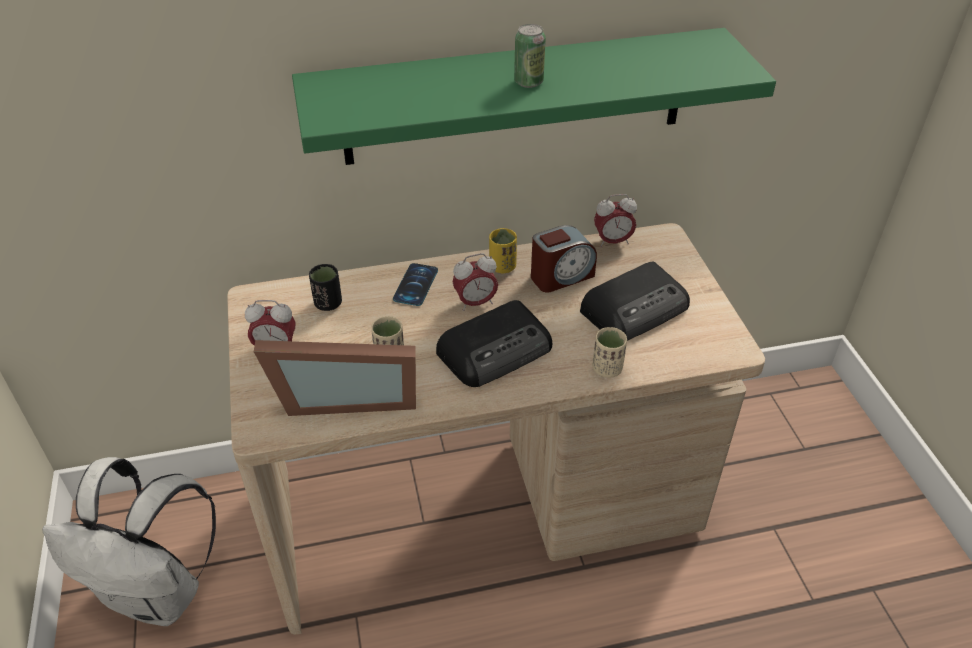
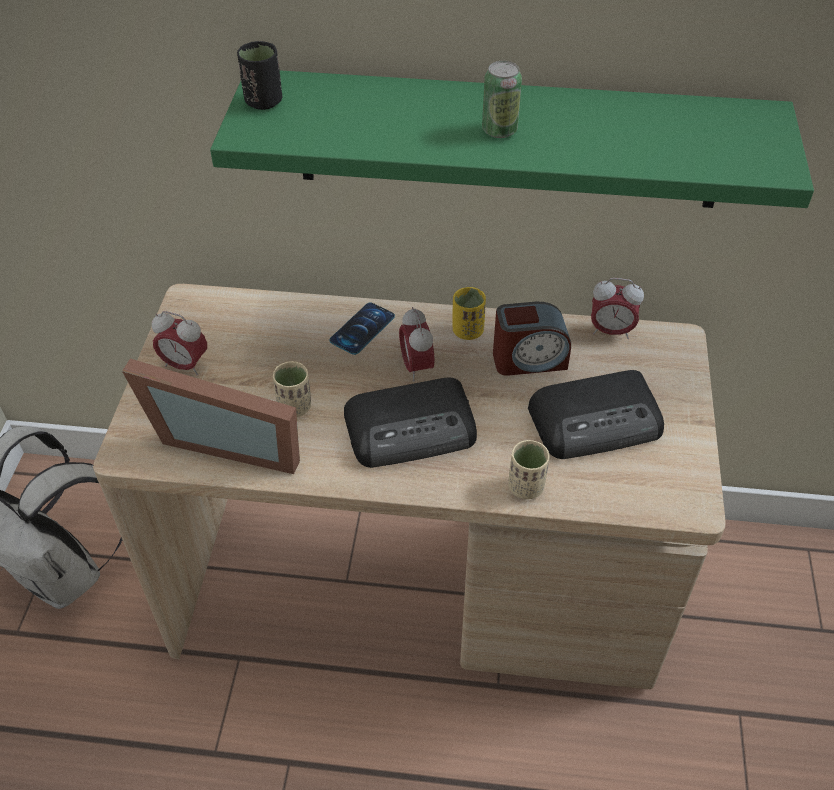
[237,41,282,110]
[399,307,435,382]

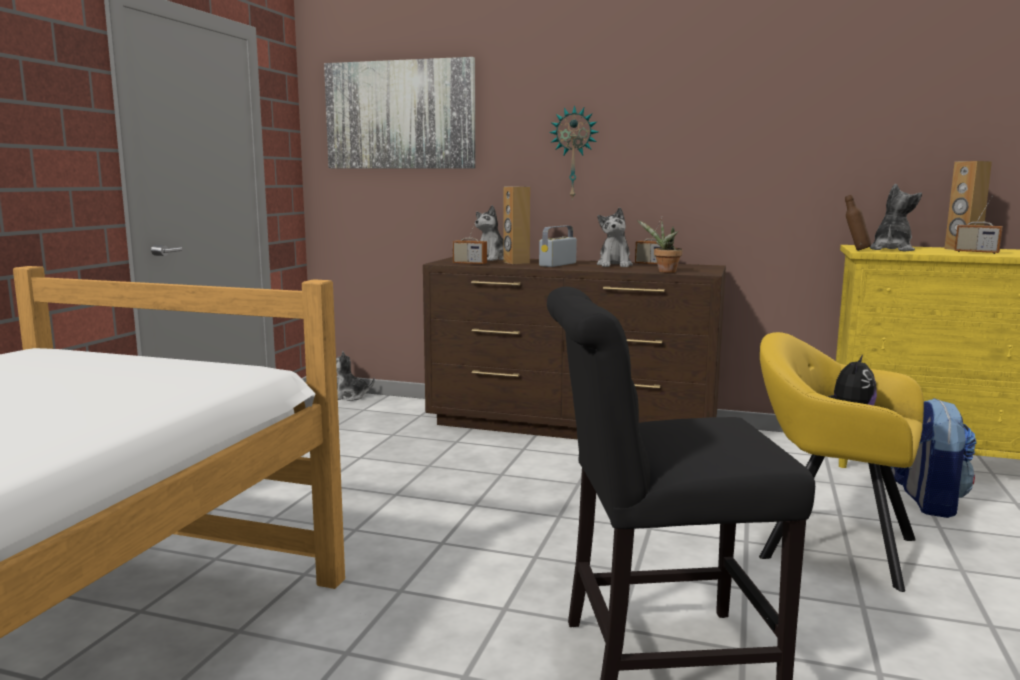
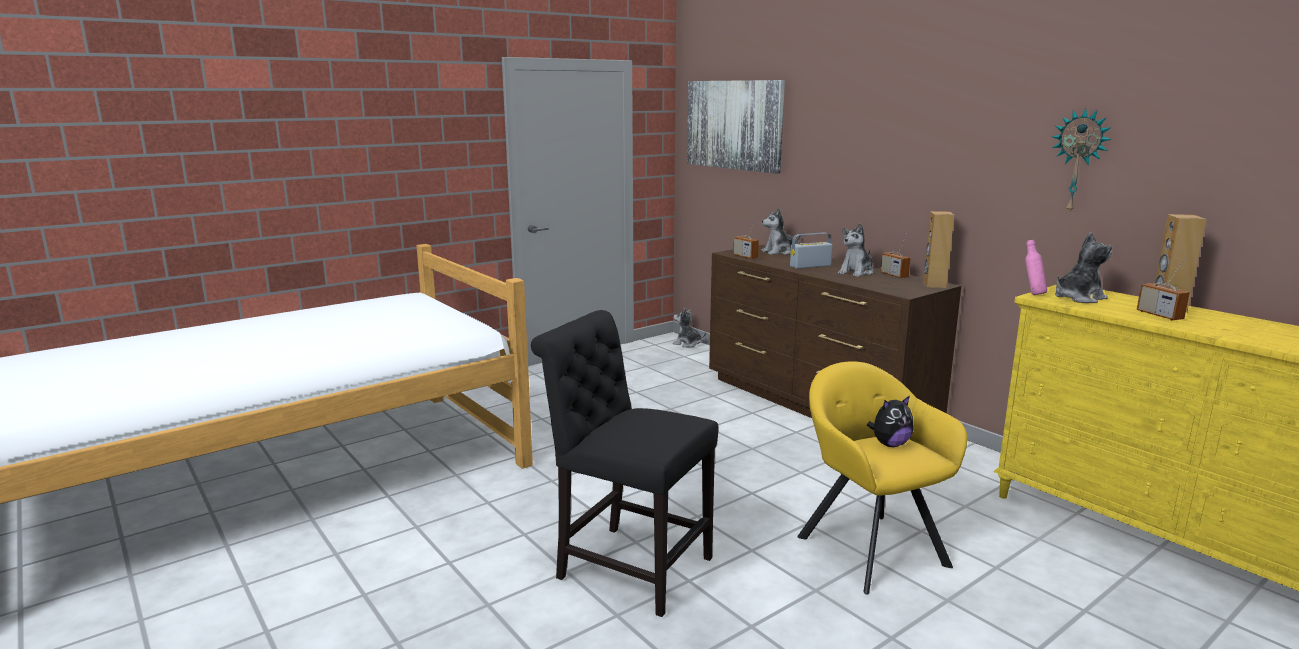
[923,211,954,288]
[1052,108,1112,214]
[637,220,682,273] (first image)
[1025,240,1047,295]
[891,398,977,518] (first image)

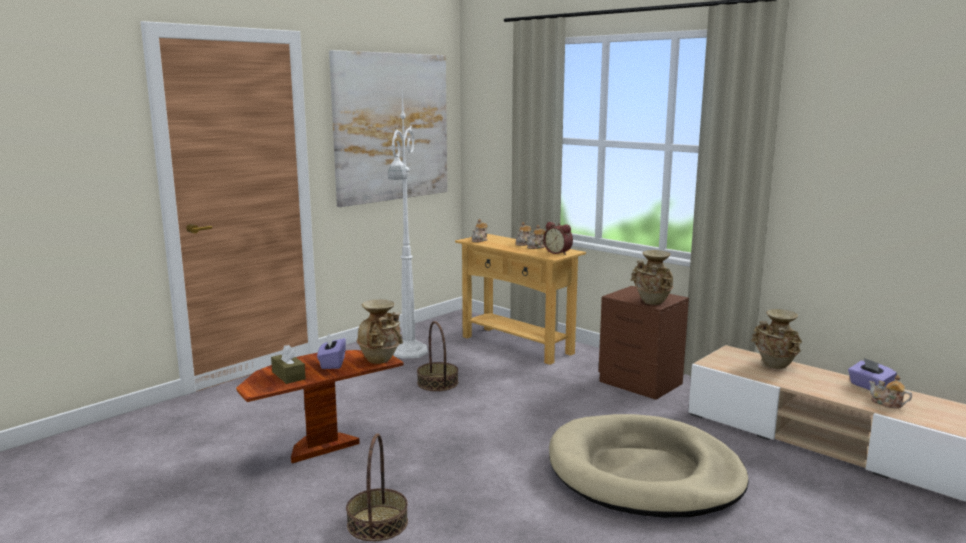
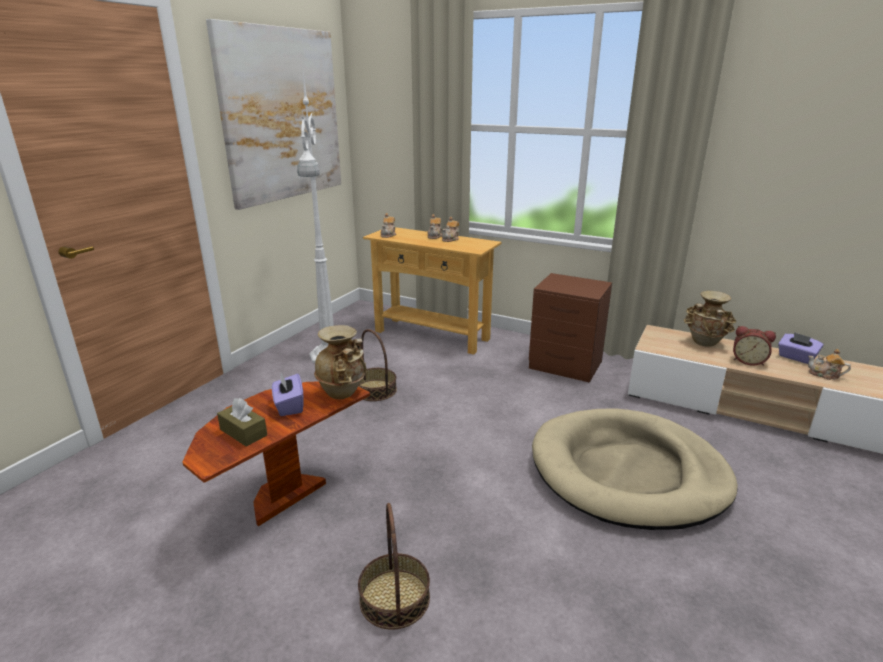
[733,326,776,366]
[630,250,673,305] (first image)

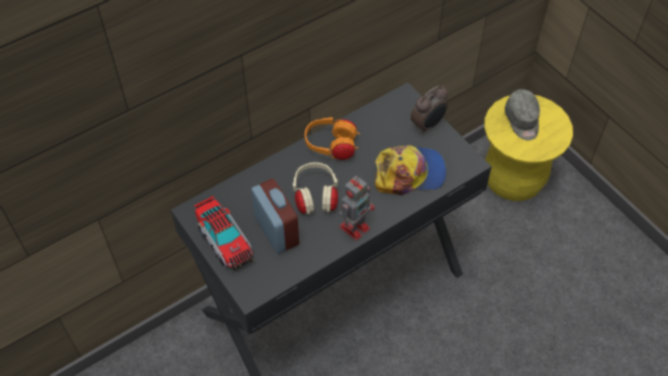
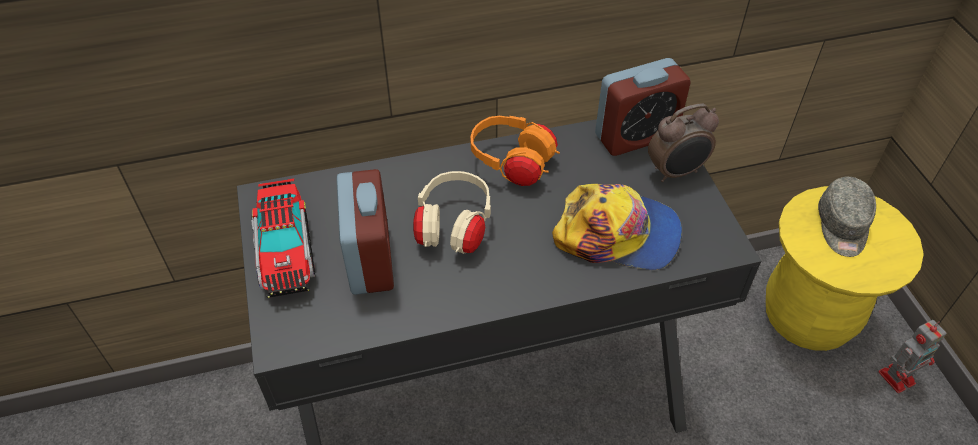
[878,320,947,393]
[595,58,691,156]

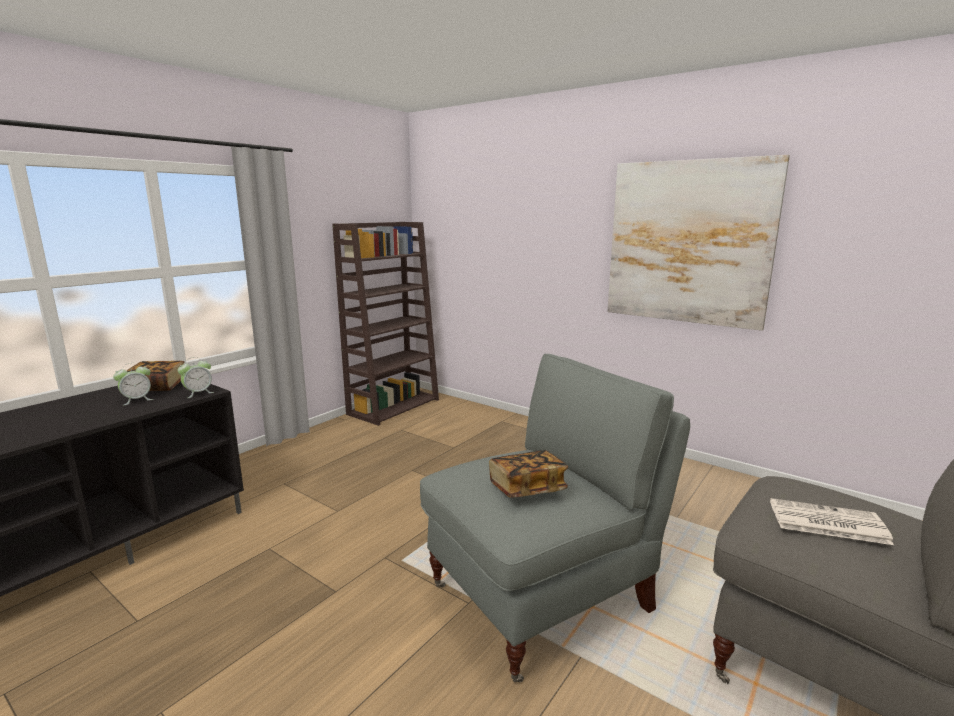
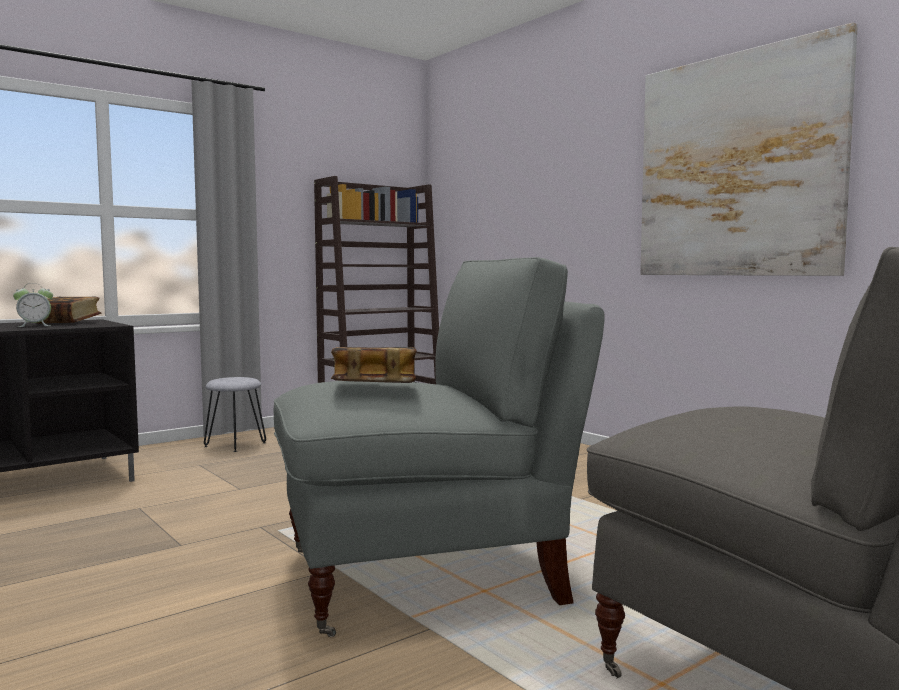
[177,357,214,398] (first image)
[770,498,894,545] (first image)
[204,377,266,452]

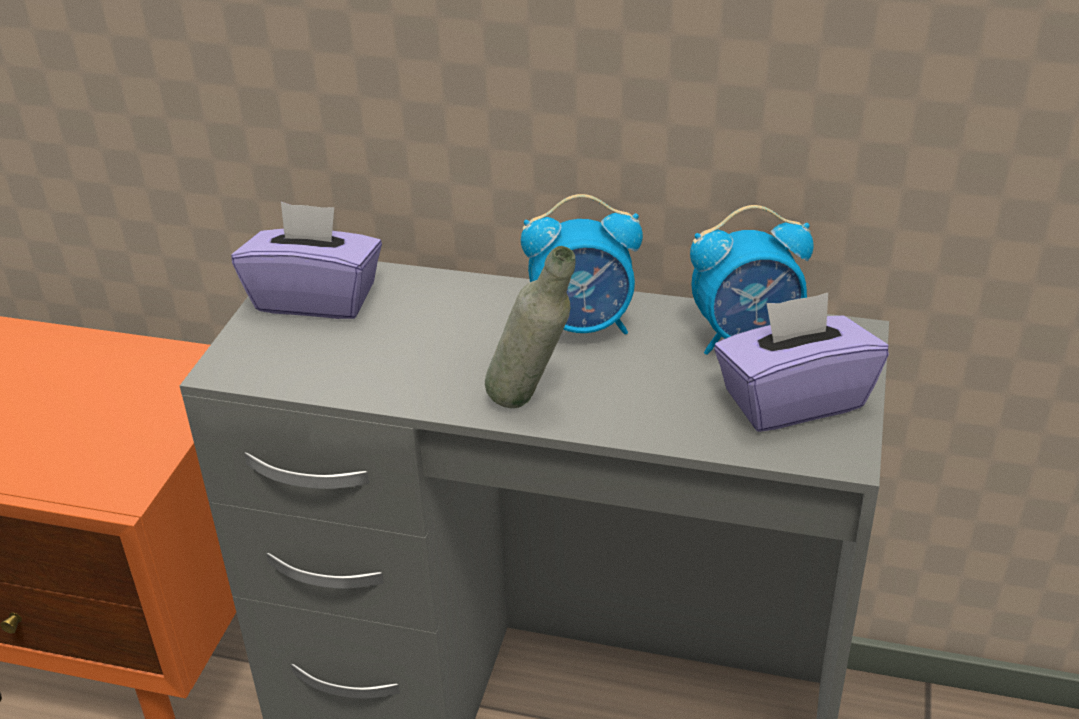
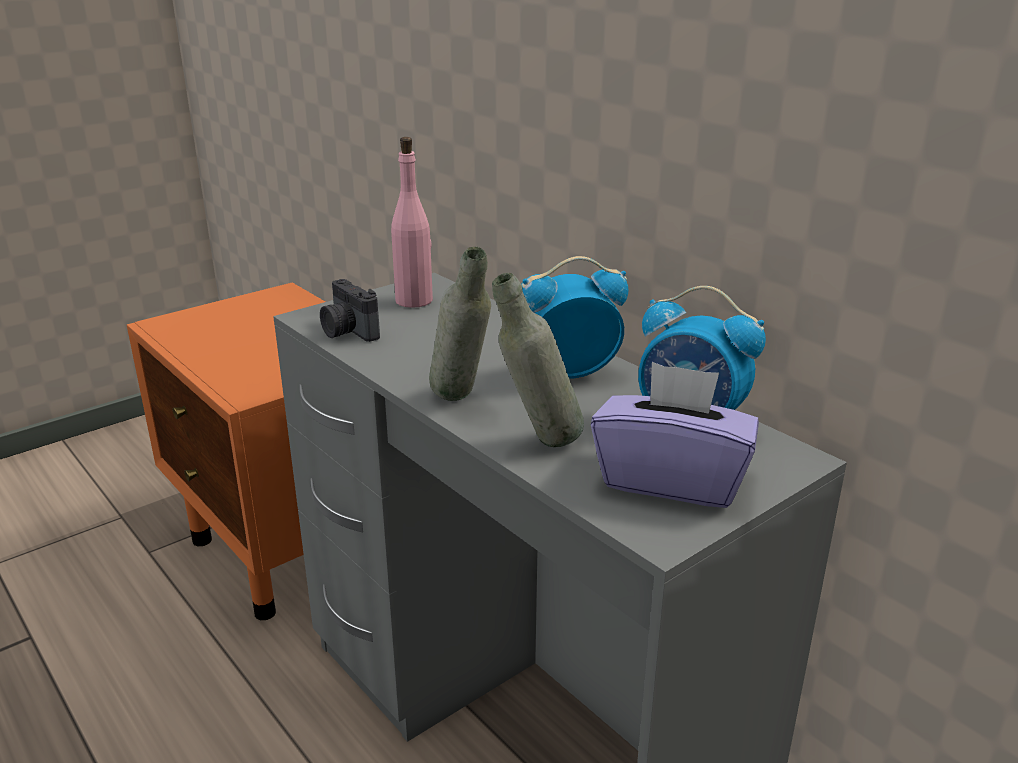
[391,137,433,308]
[521,256,629,379]
[320,279,380,342]
[492,273,584,447]

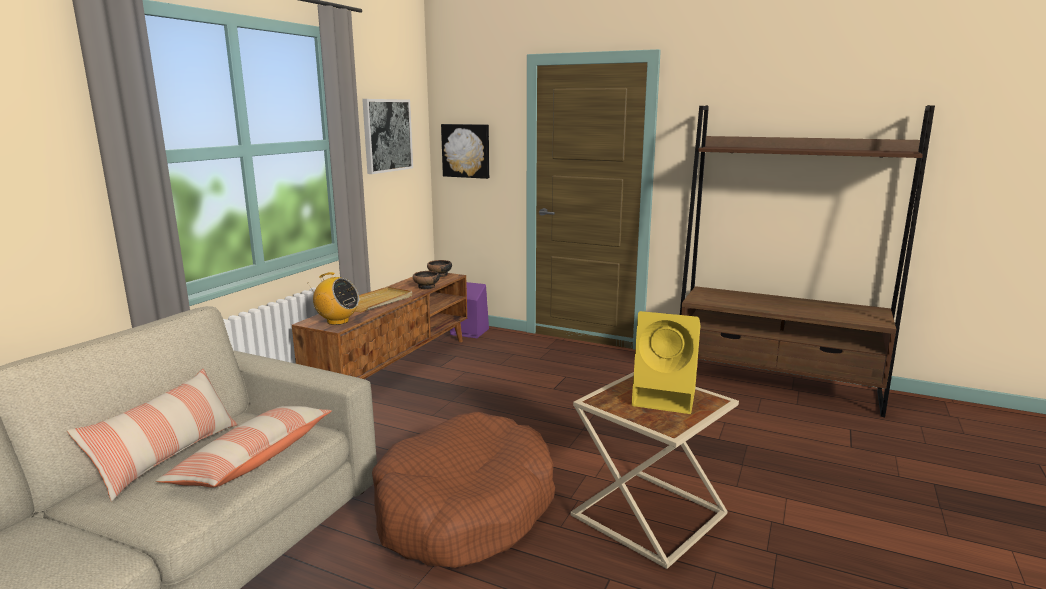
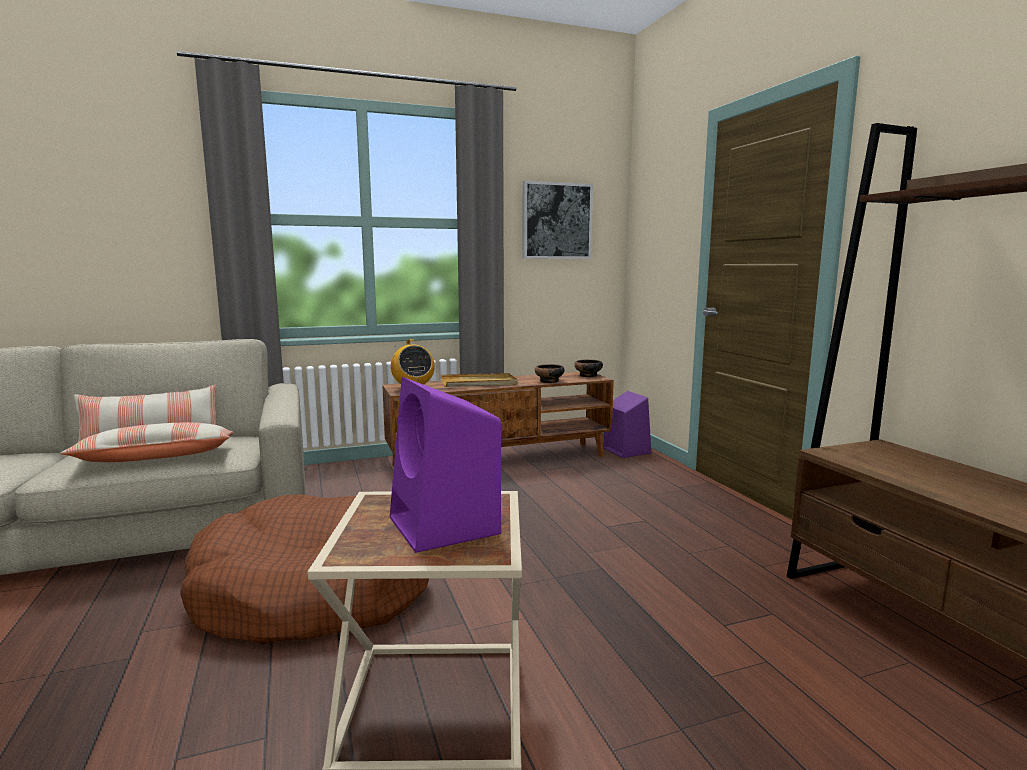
[441,124,489,179] (first image)
[390,377,501,553]

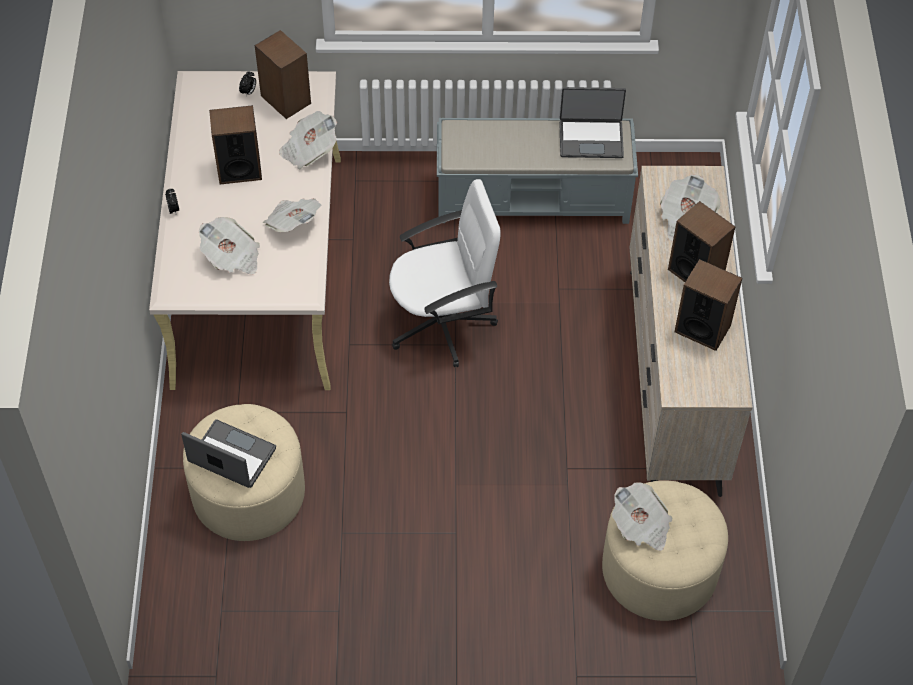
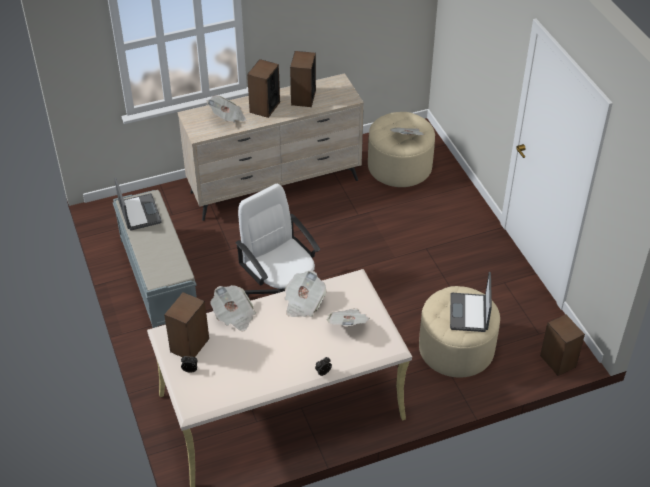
[540,314,585,376]

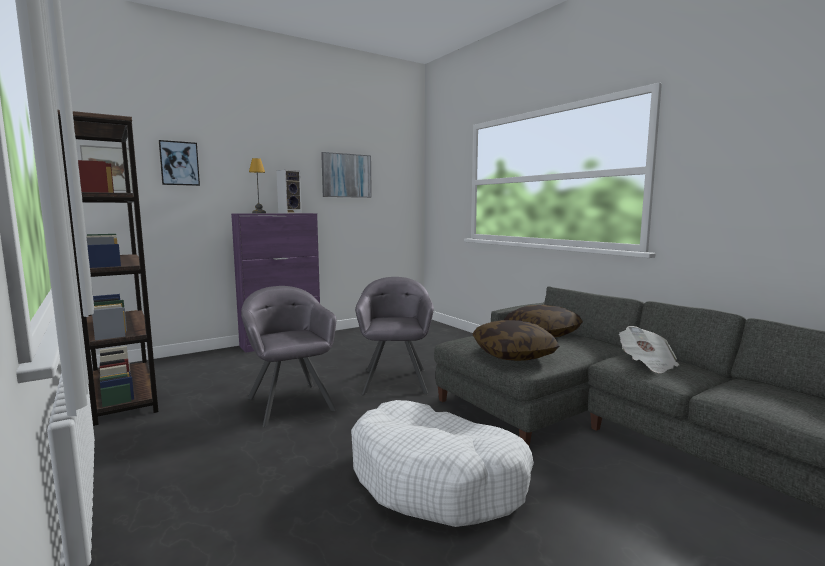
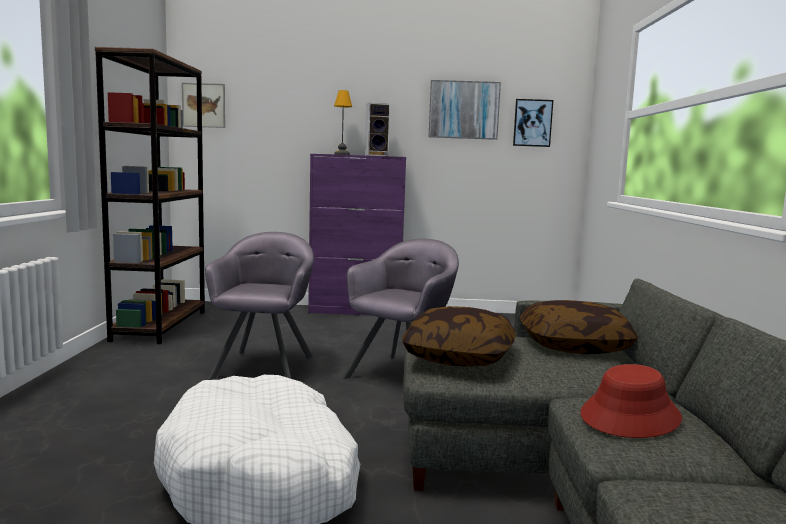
[513,99,553,147]
[580,364,682,438]

